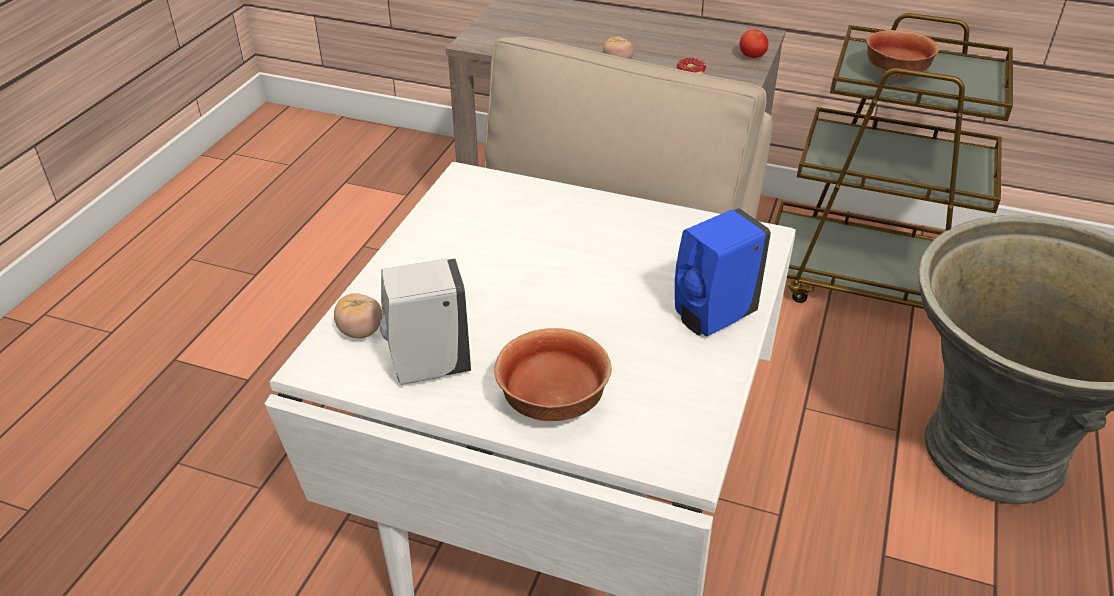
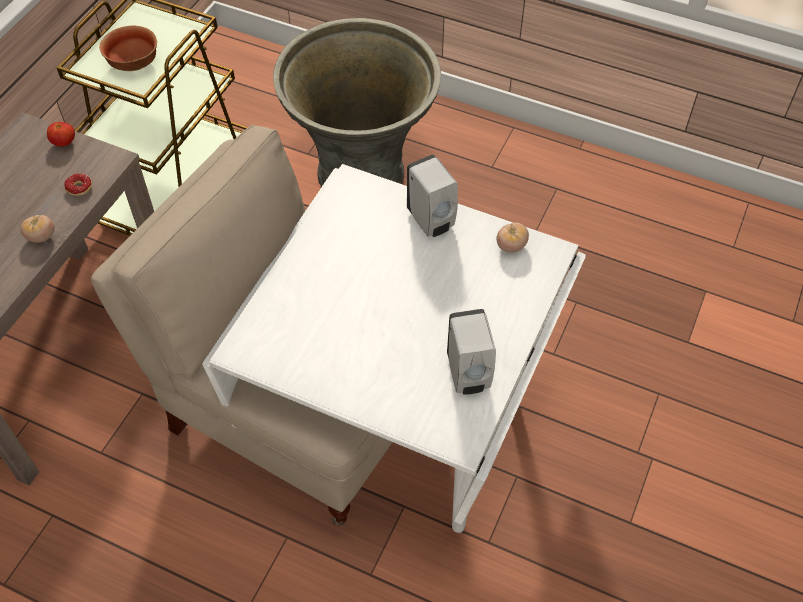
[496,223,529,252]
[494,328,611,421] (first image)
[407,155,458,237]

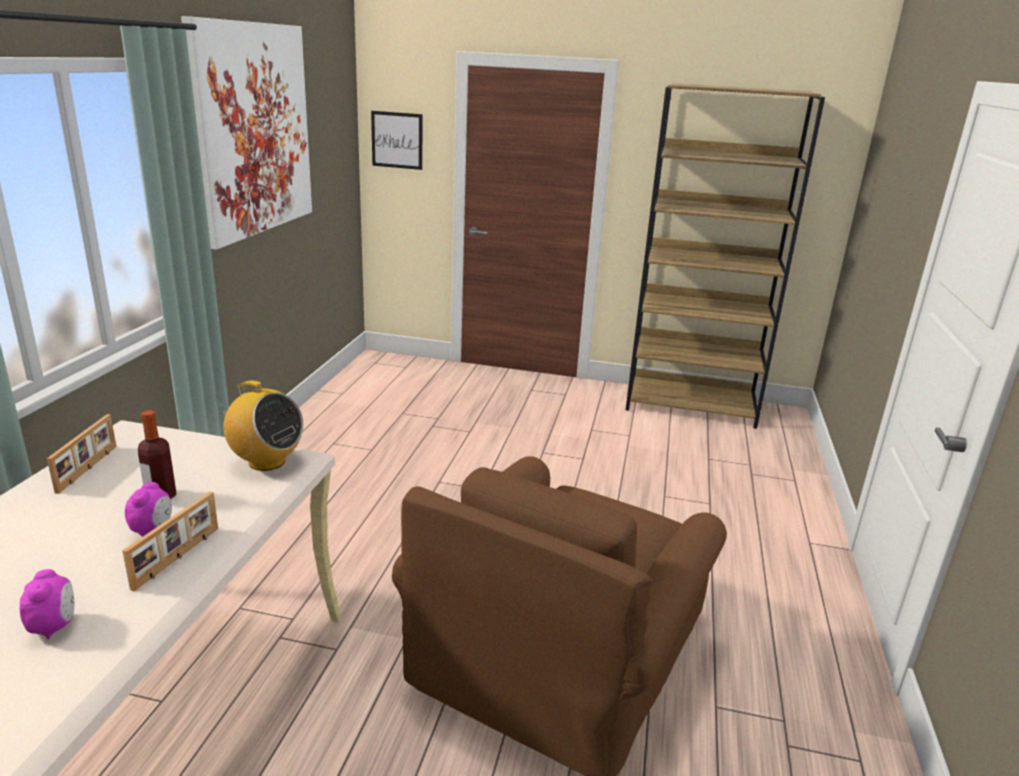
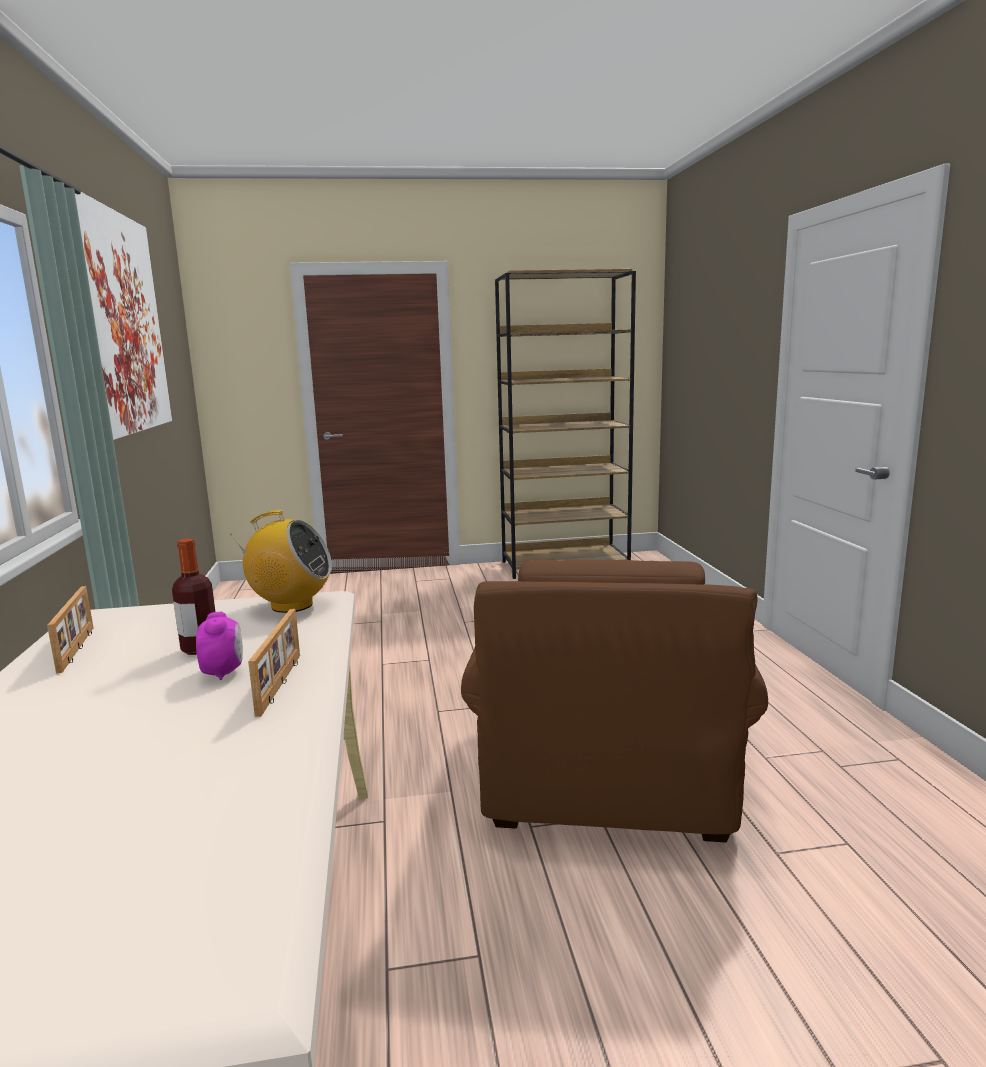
[20,569,74,639] (first image)
[371,111,422,170] (first image)

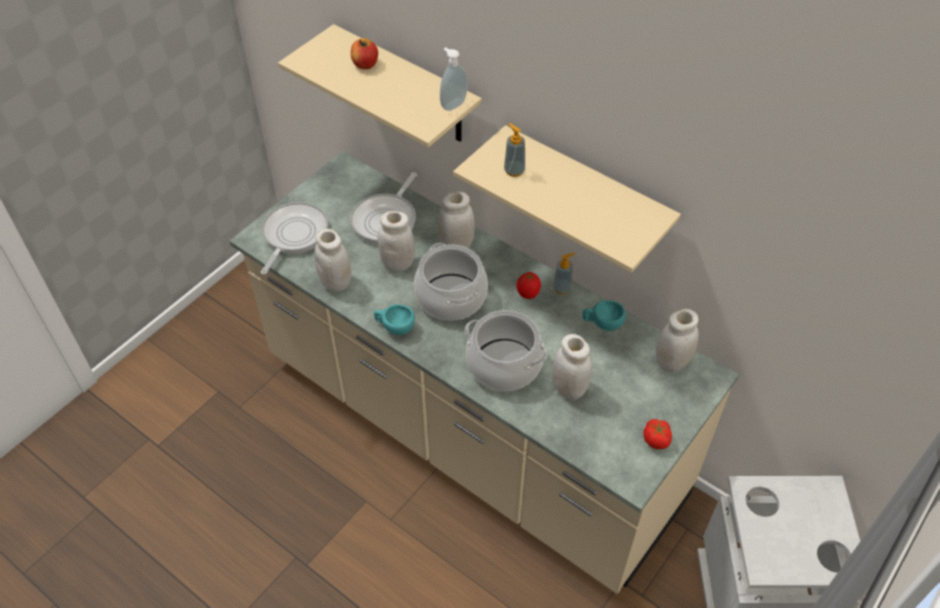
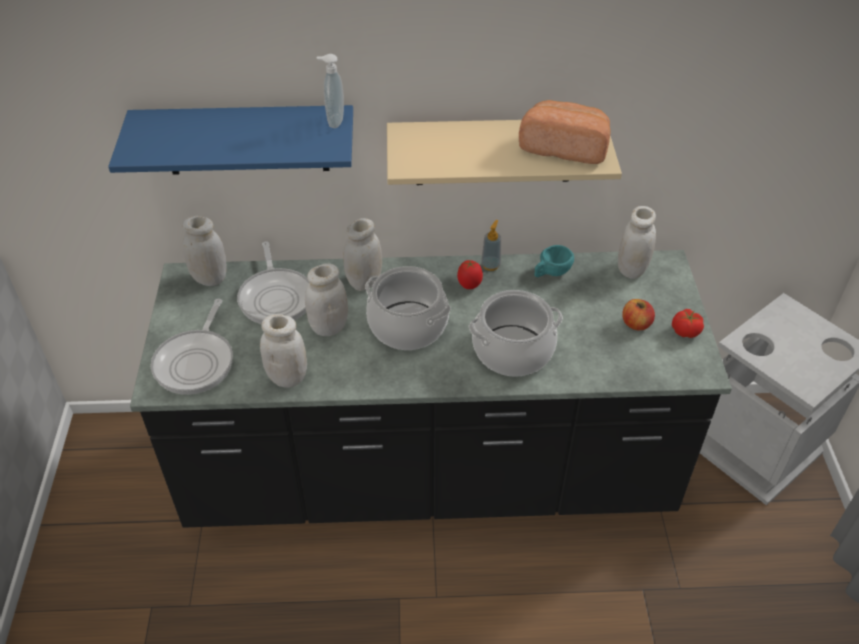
[130,250,732,528]
[151,299,233,395]
[108,105,353,175]
[622,299,655,330]
[374,304,415,335] (first image)
[504,123,525,177] (first image)
[182,216,226,286]
[519,100,610,164]

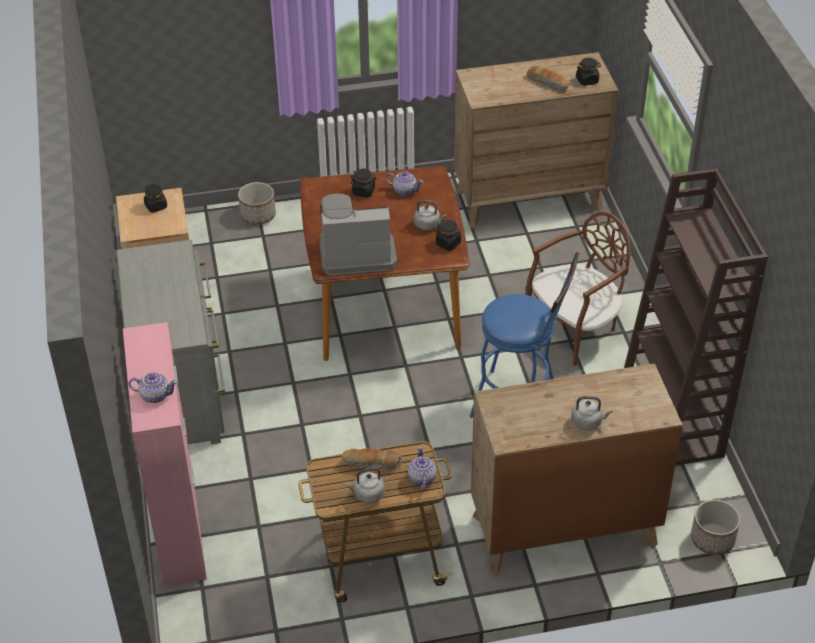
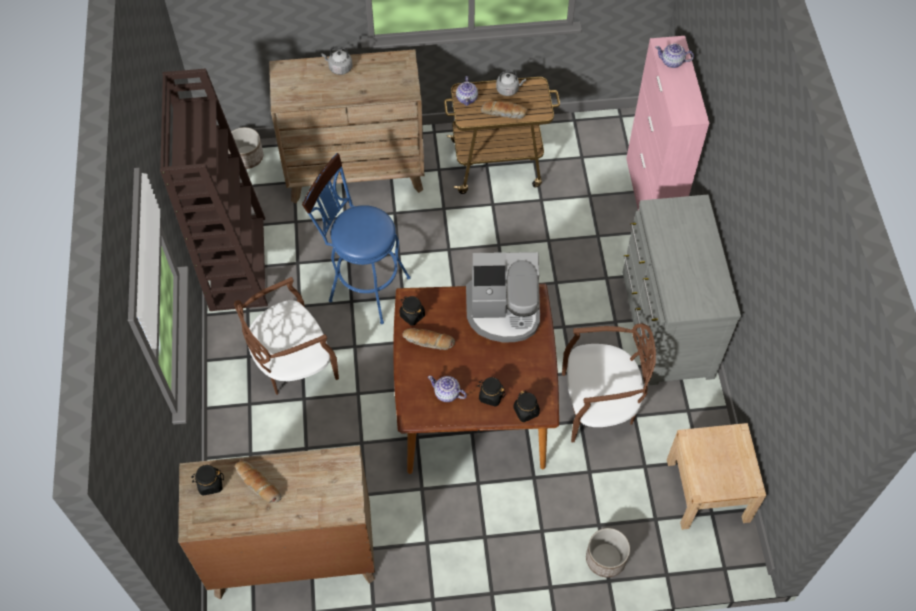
[513,391,540,422]
[402,328,455,350]
[562,323,656,442]

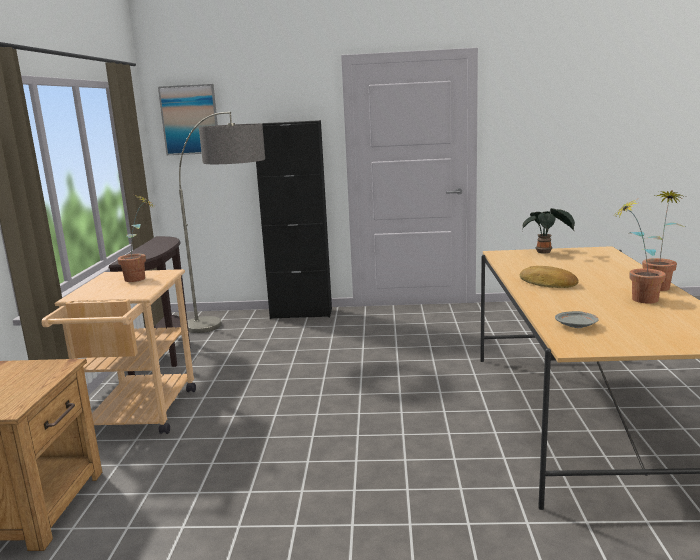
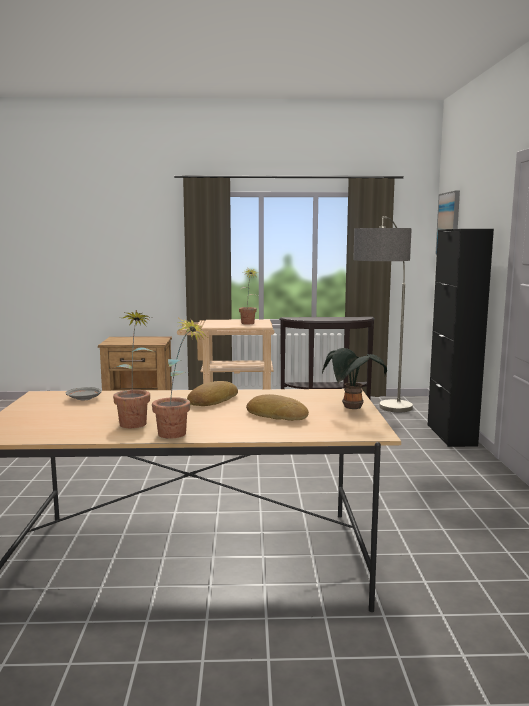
[246,394,309,421]

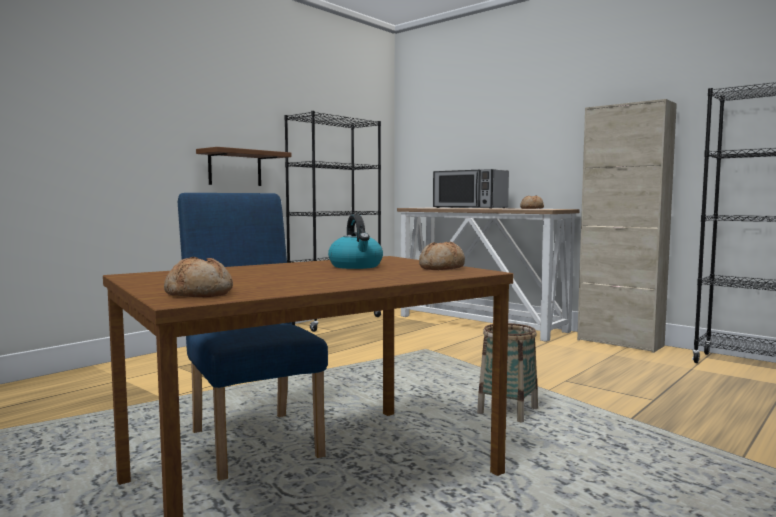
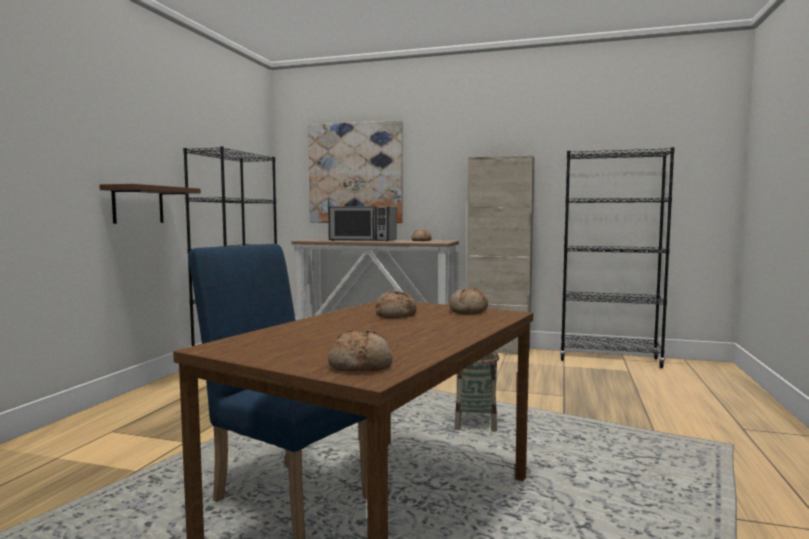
[376,291,417,318]
[308,120,403,223]

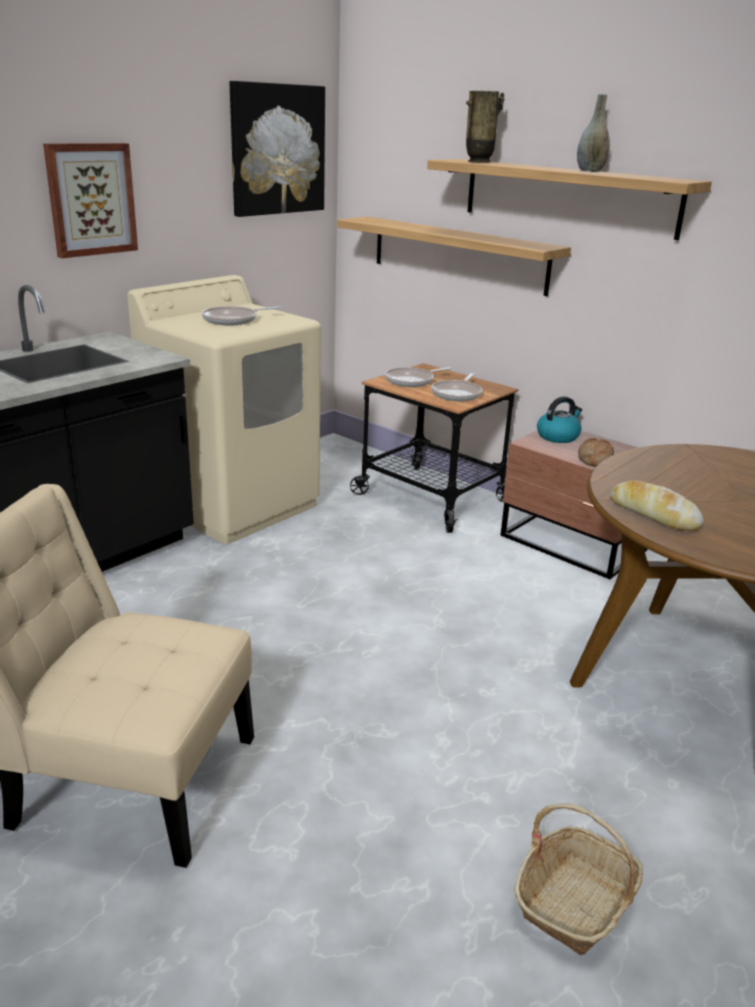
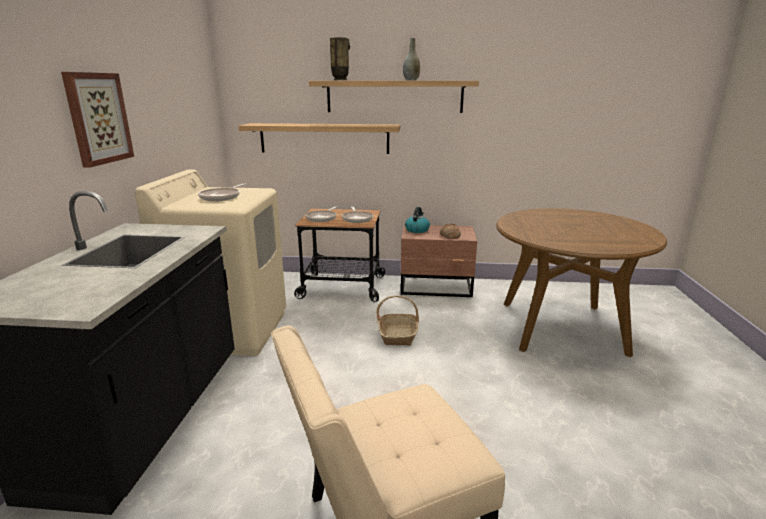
[230,81,325,217] (first image)
[376,296,419,346]
[610,481,704,531] (first image)

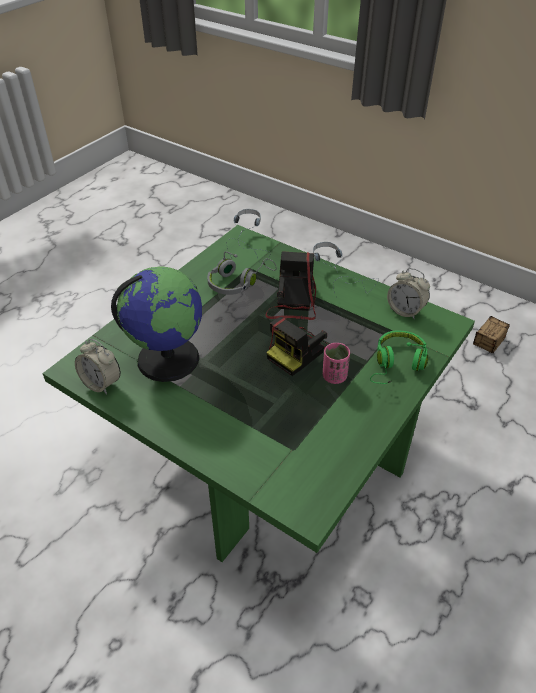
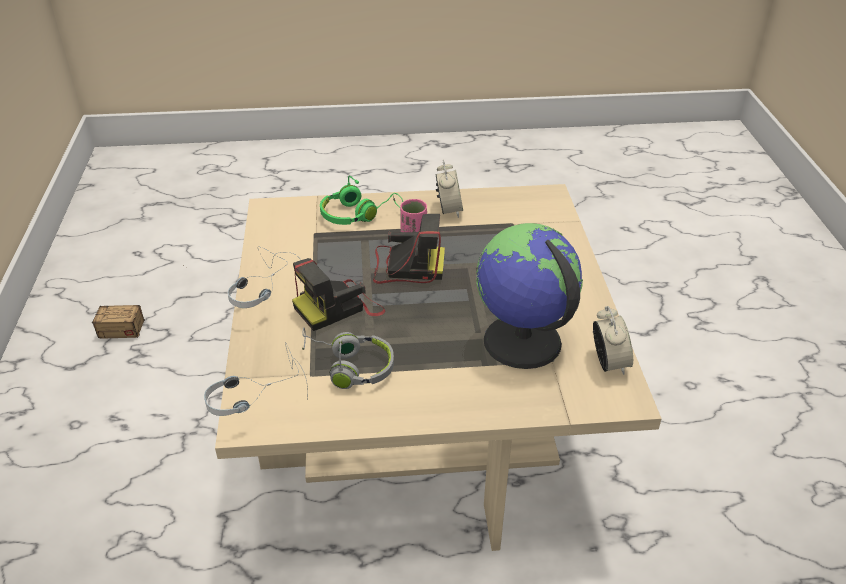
[215,184,662,551]
[436,160,463,218]

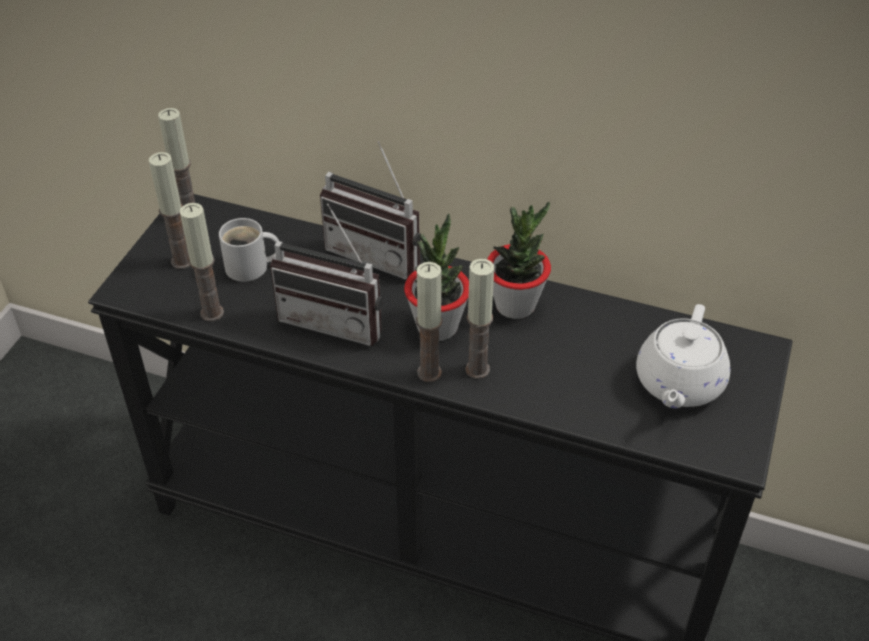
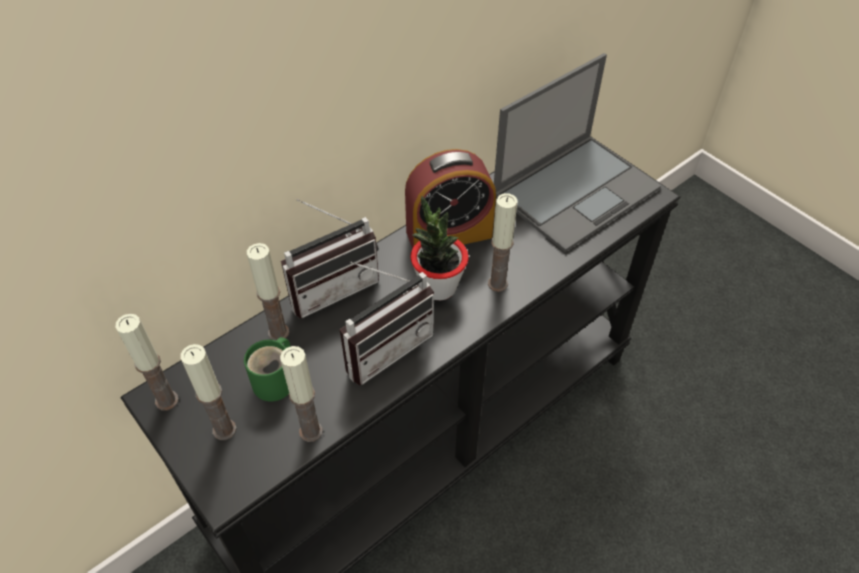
[244,337,291,401]
[247,243,290,341]
[405,149,496,249]
[494,53,661,252]

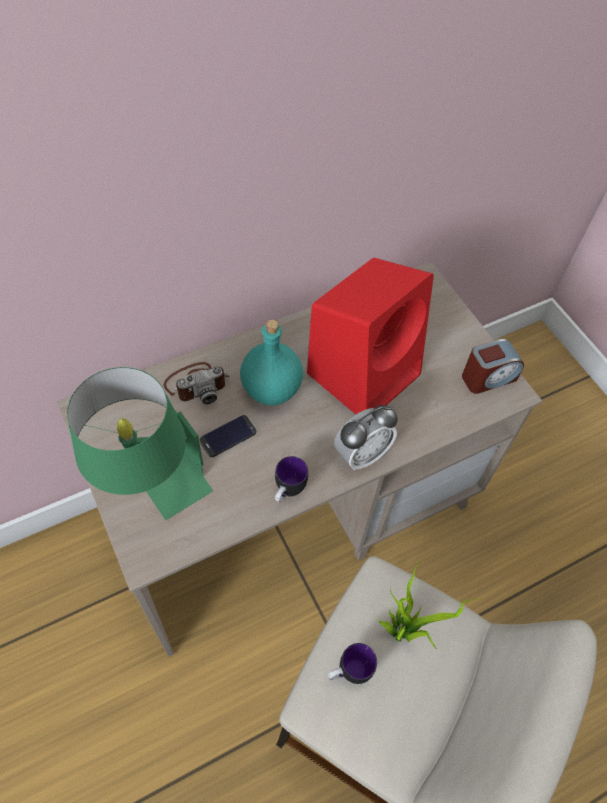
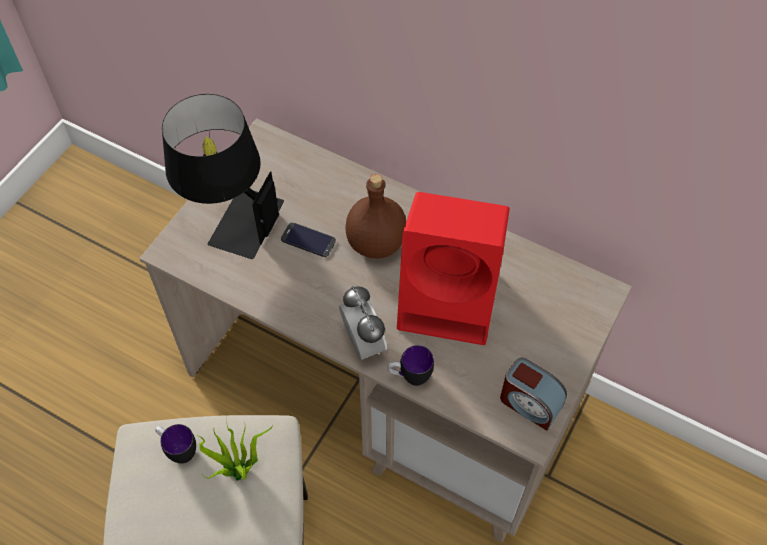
[162,94,284,259]
[164,362,229,404] (first image)
[345,174,406,259]
[388,345,434,386]
[339,286,387,360]

